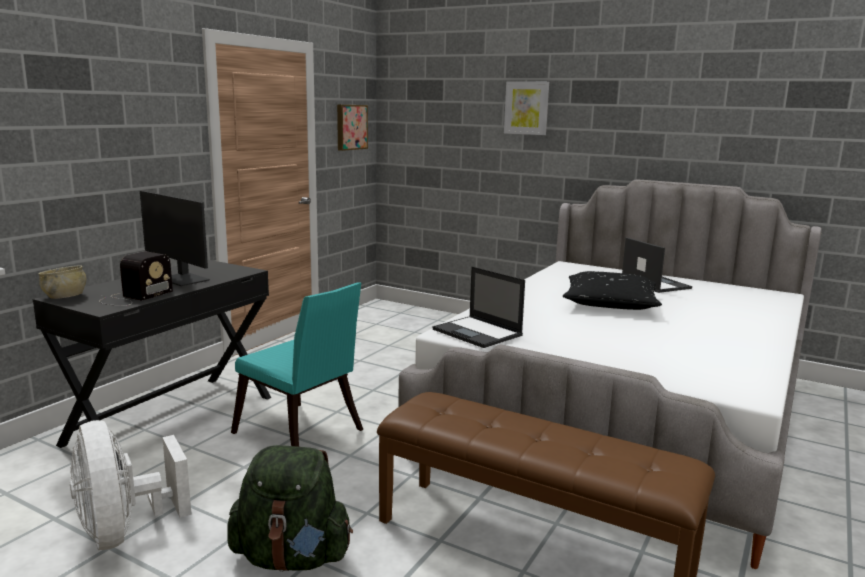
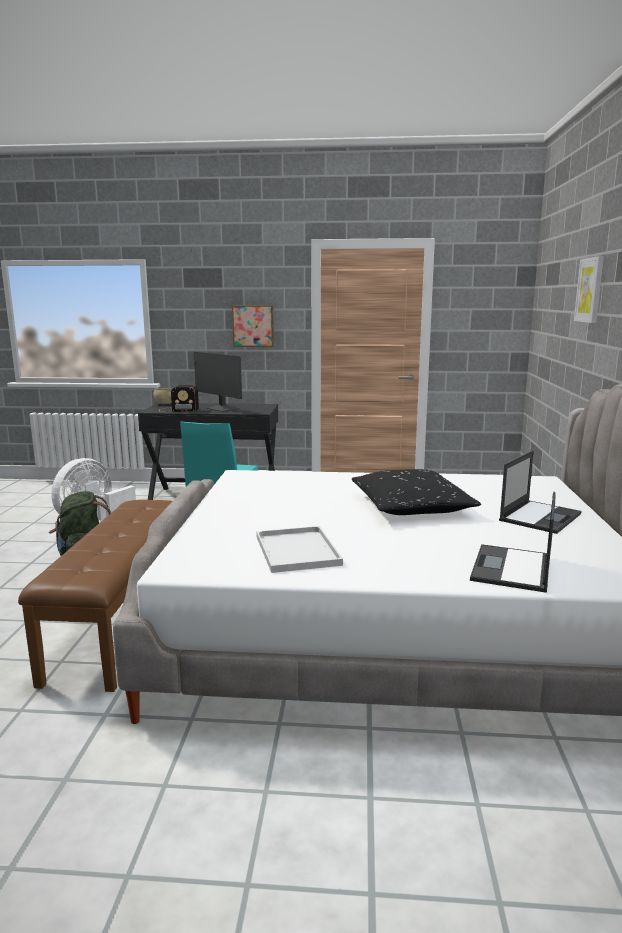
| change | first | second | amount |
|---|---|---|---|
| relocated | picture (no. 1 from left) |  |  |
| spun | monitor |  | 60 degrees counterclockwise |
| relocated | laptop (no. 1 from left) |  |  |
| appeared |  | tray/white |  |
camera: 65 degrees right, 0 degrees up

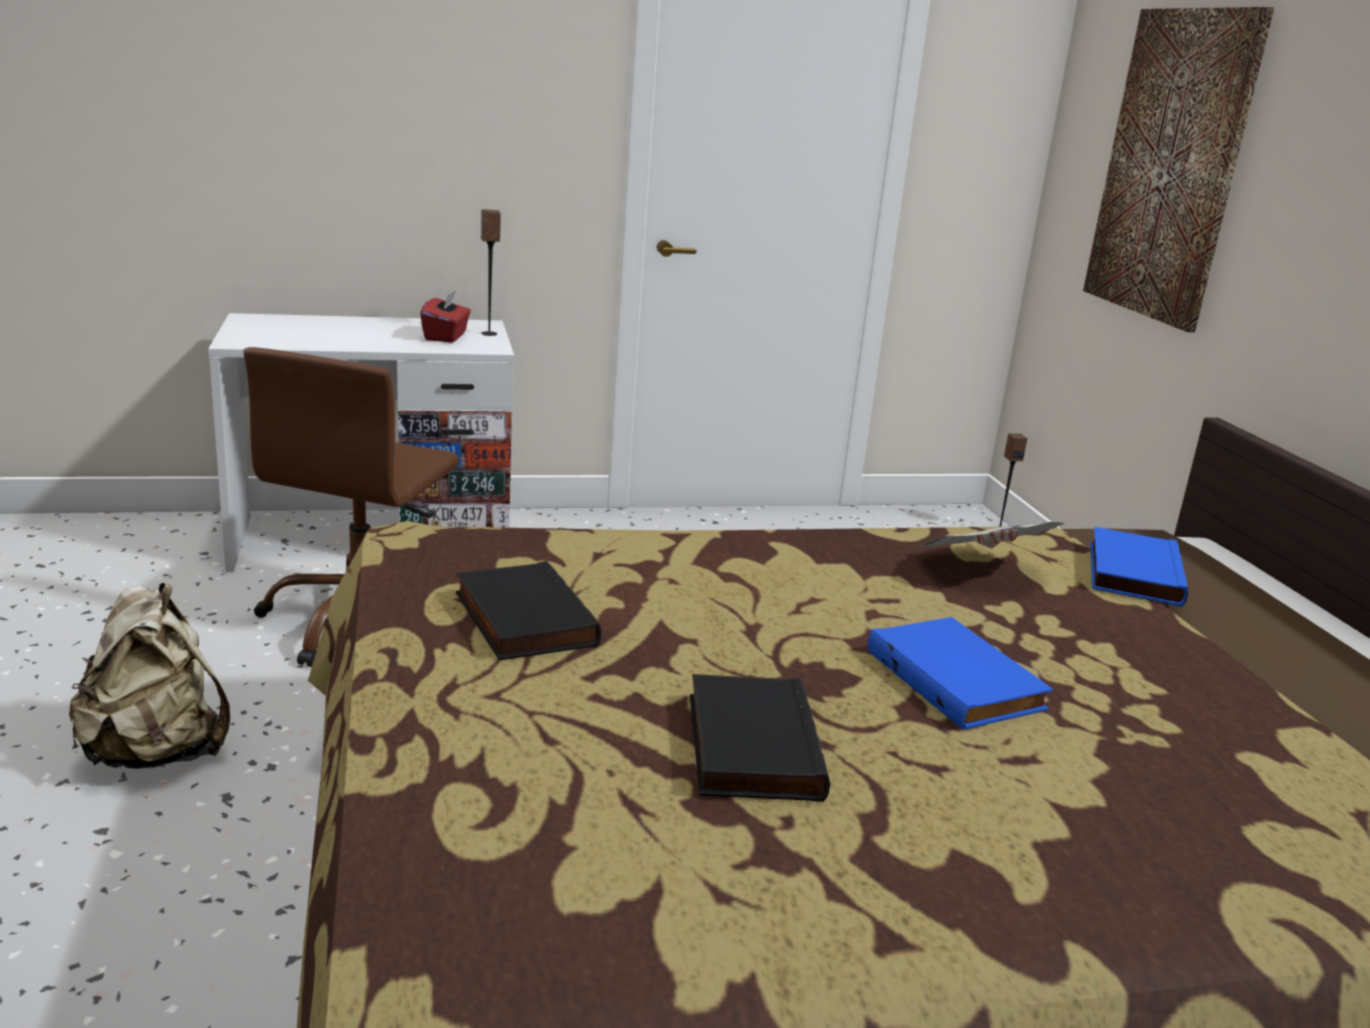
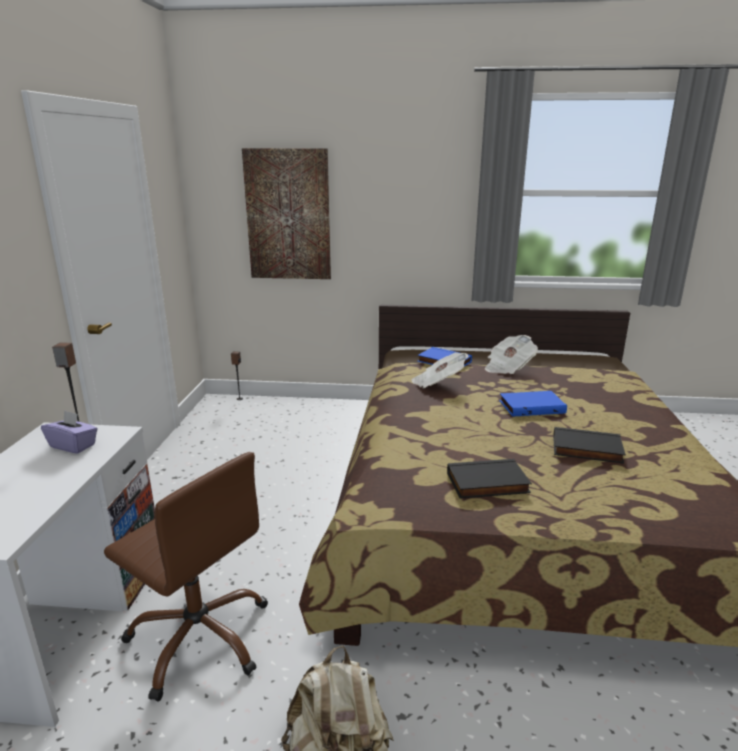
| change | first | second | amount |
|---|---|---|---|
| colour | tissue box/red | tissue box/purple |  |
| appeared |  | newspaper (no. 2 from left) |  |
camera: 70 degrees left, 0 degrees up

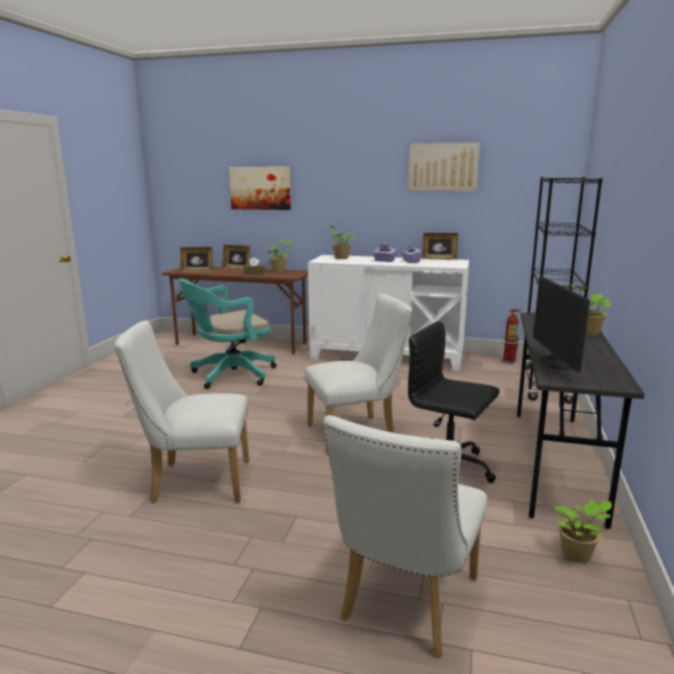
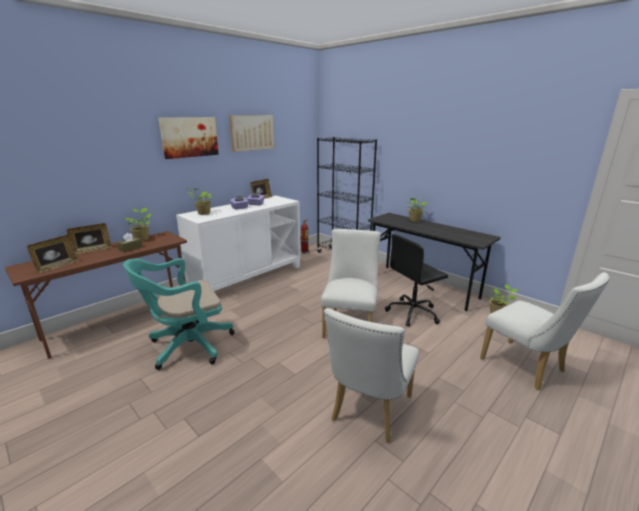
| change | first | second | amount |
|---|---|---|---|
| relocated | picture (no. 1 from left) |  |  |
| missing | monitor |  |  |
| spun | office chair/turquoise |  | 60 degrees clockwise |
camera: 60 degrees left, 5 degrees up

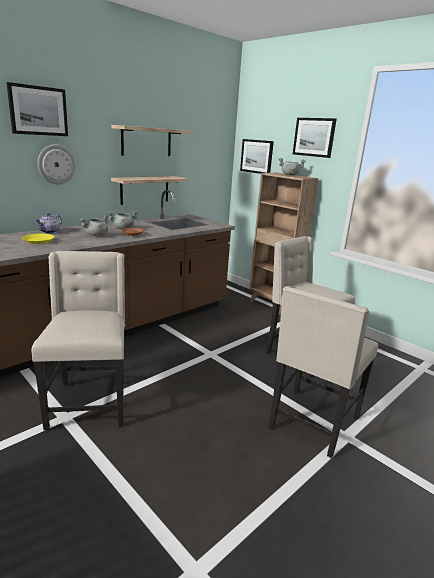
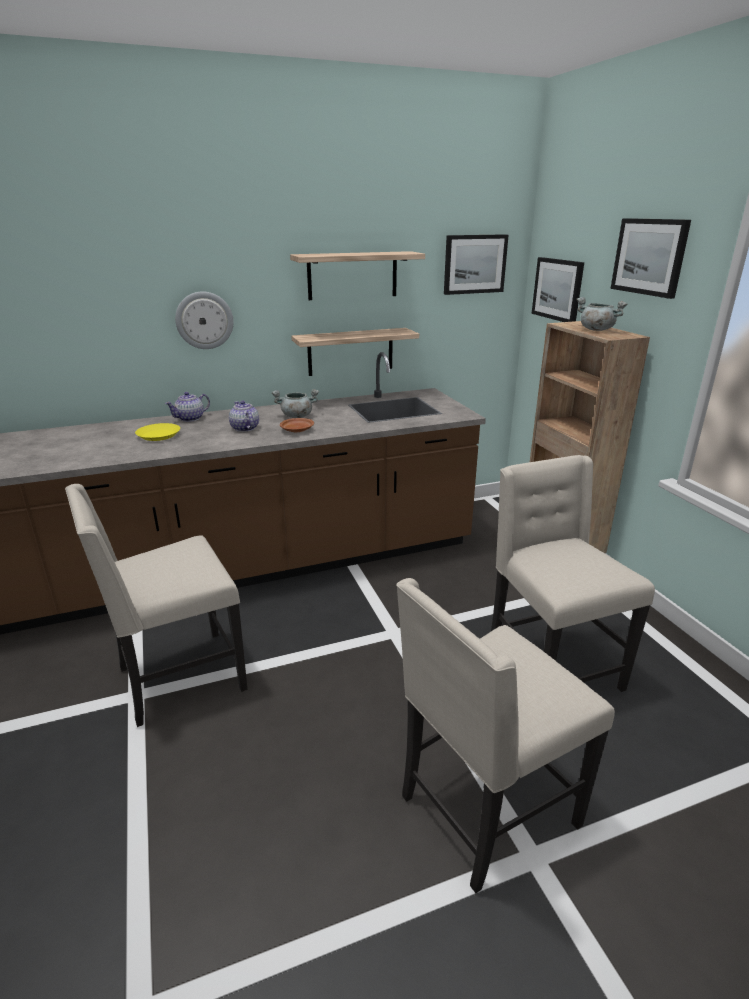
| change | first | second | amount |
|---|---|---|---|
| relocated | picture (no. 1 from left) |  |  |
| exchanged | cooking pot/grey (no. 1 from left) | teapot (no. 2 from left) |  |
| spun | chair/beige (no. 1 from left) |  | 135 degrees counterclockwise |
camera: 25 degrees right, 5 degrees up

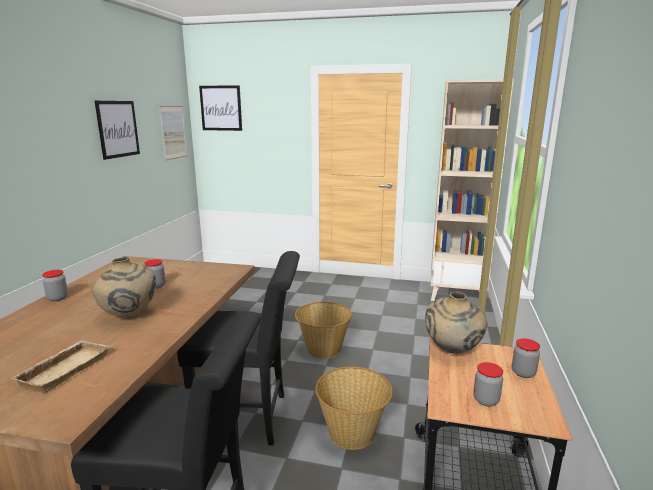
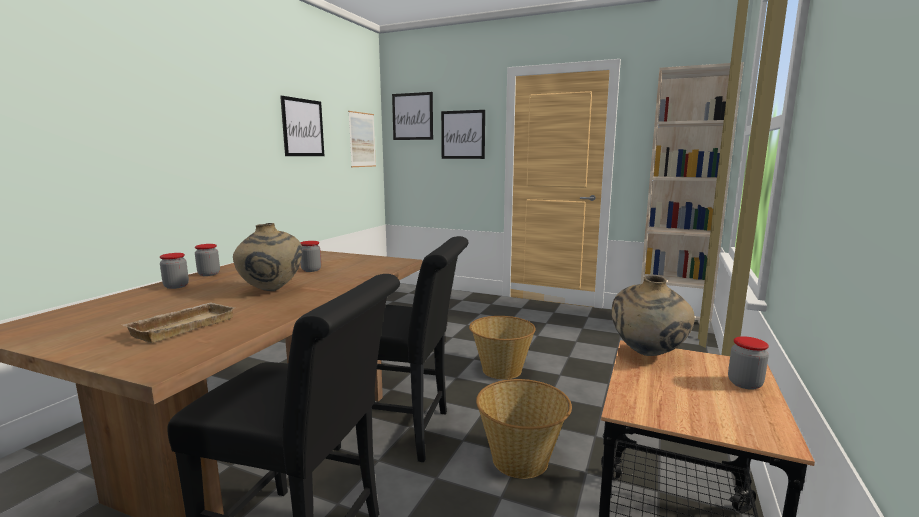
| change | first | second | amount |
|---|---|---|---|
| relocated | jar (no. 3 from left in the first image) | jar (no. 1 from left) |  |
| appeared |  | picture (no. 4 from left) |  |
camera: 10 degrees right, 5 degrees down

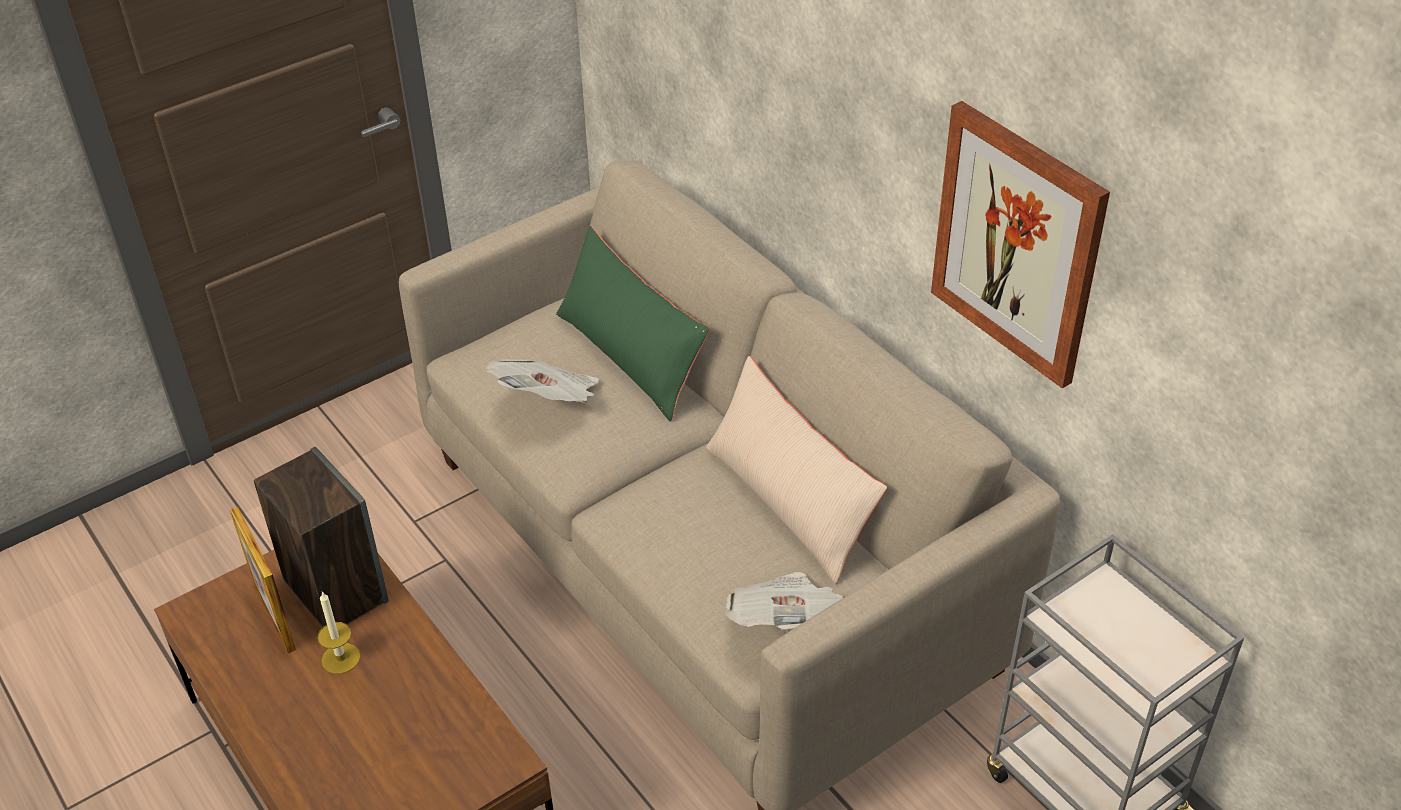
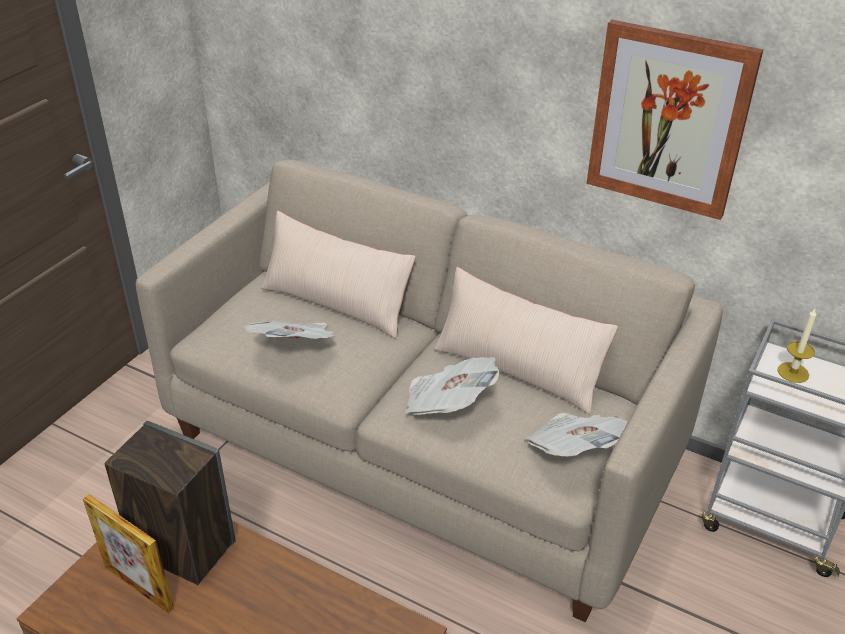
| change | first | second | amount |
|---|---|---|---|
| colour | pillow/green | pillow/beige (no. 1 from left) |  |
| relocated | candle |  |  |
| appeared |  | newspaper (no. 2 from left) |  |
camera: 25 degrees left, 5 degrees down

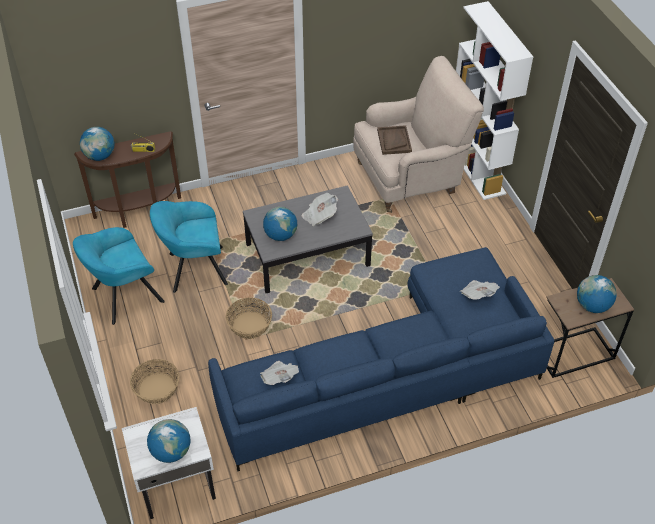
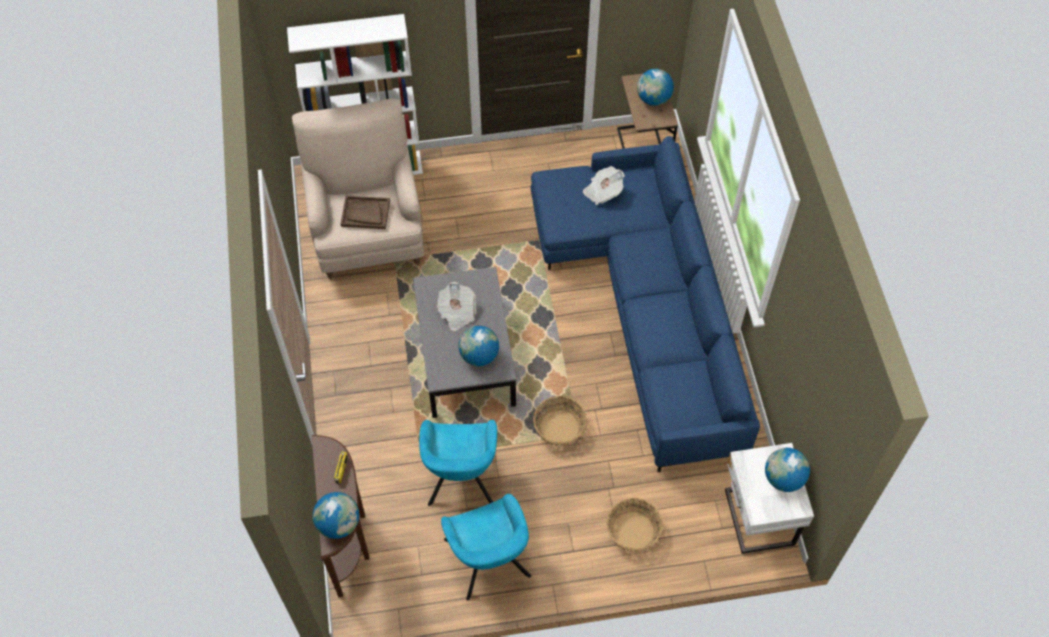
| change | first | second | amount |
|---|---|---|---|
| missing | newspaper (no. 1 from left) |  |  |
camera: 80 degrees left, 10 degrees up

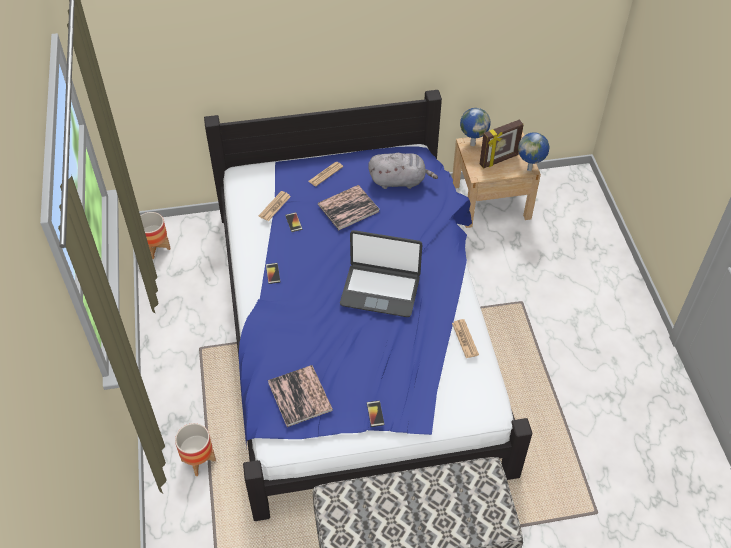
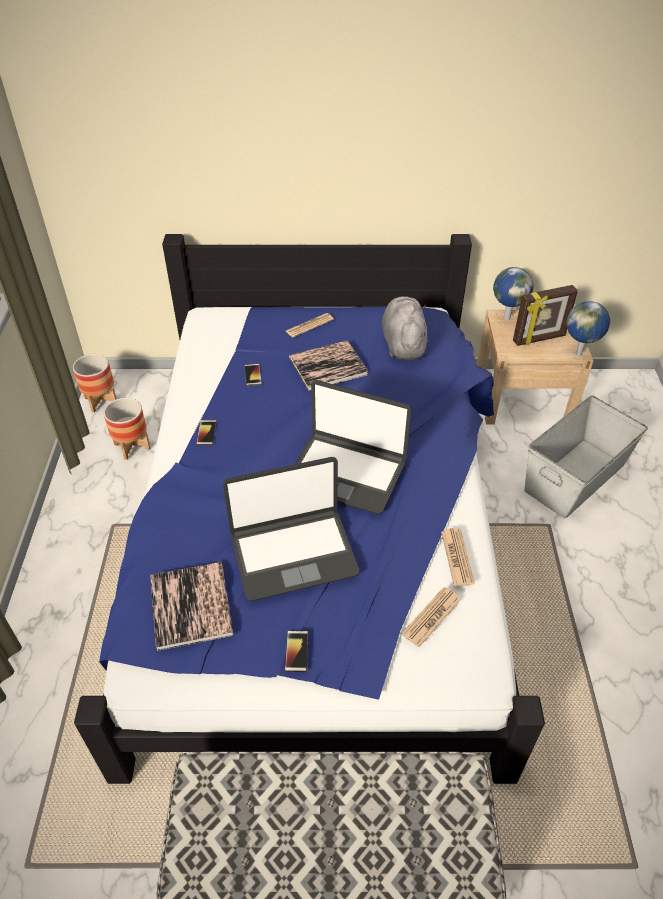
| change | first | second | amount |
|---|---|---|---|
| spun | plush toy/grey |  | 105 degrees counterclockwise |
| relocated | newspaper (no. 1 from left in the first image) | newspaper (no. 2 from left) |  |
| relocated | planter (no. 2 from left) |  |  |
| appeared |  | storage box/grey |  |
| appeared |  | laptop (no. 1 from left) |  |
camera: 10 degrees right, 5 degrees down

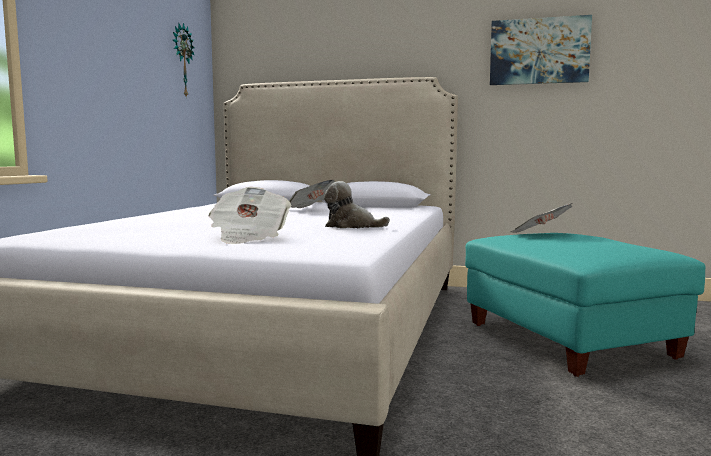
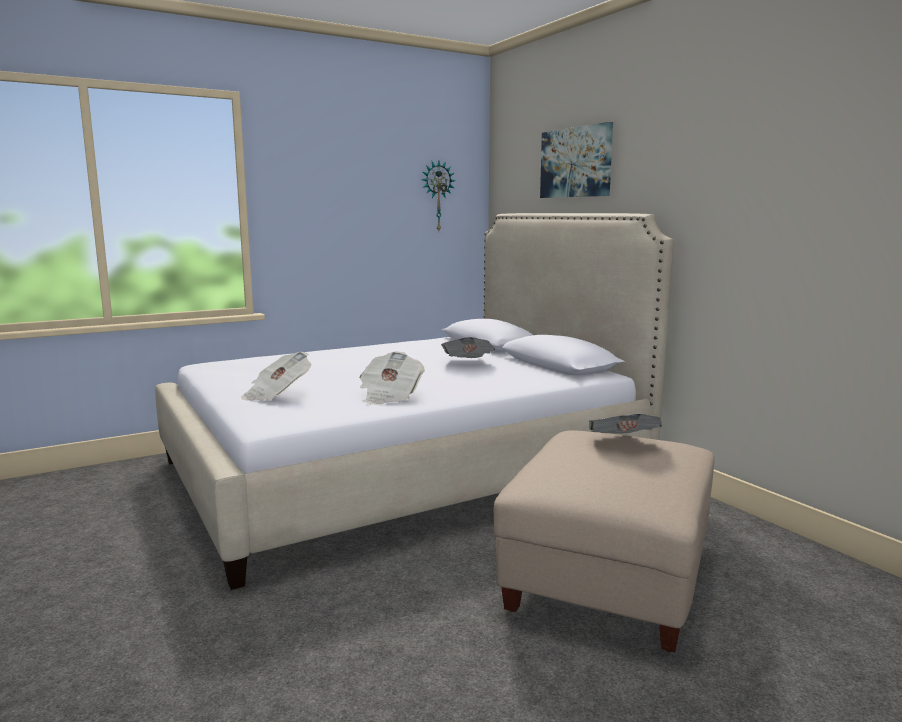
| change | first | second | amount |
|---|---|---|---|
| relocated | picture |  |  |
| exchanged | plush toy | newspaper (no. 2 from left) |  |
| colour | ottoman/turquoise | ottoman/beige |  |
camera: 45 degrees right, 5 degrees up

